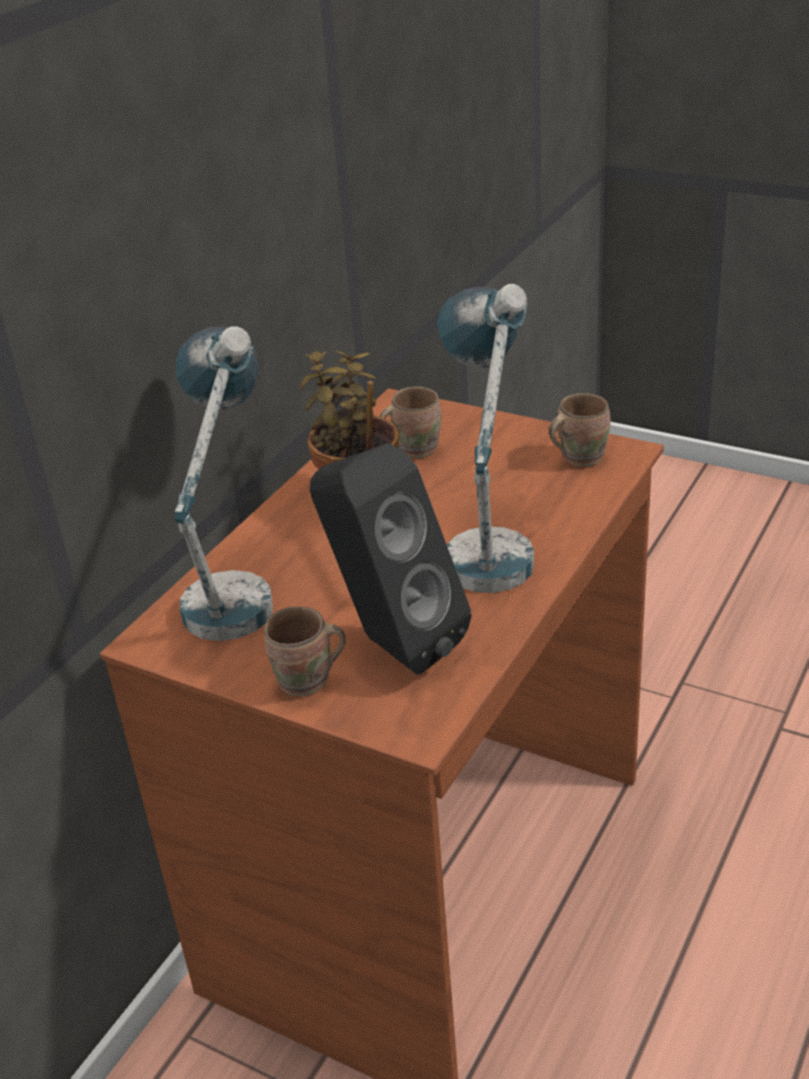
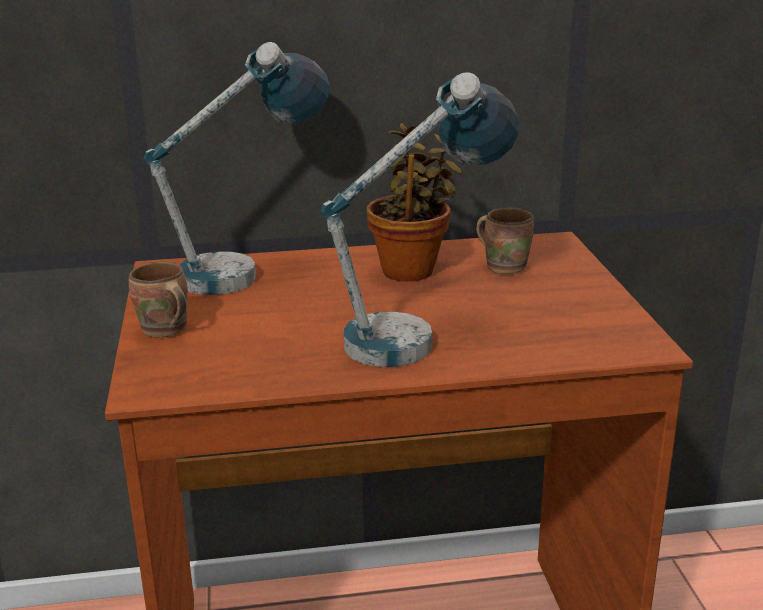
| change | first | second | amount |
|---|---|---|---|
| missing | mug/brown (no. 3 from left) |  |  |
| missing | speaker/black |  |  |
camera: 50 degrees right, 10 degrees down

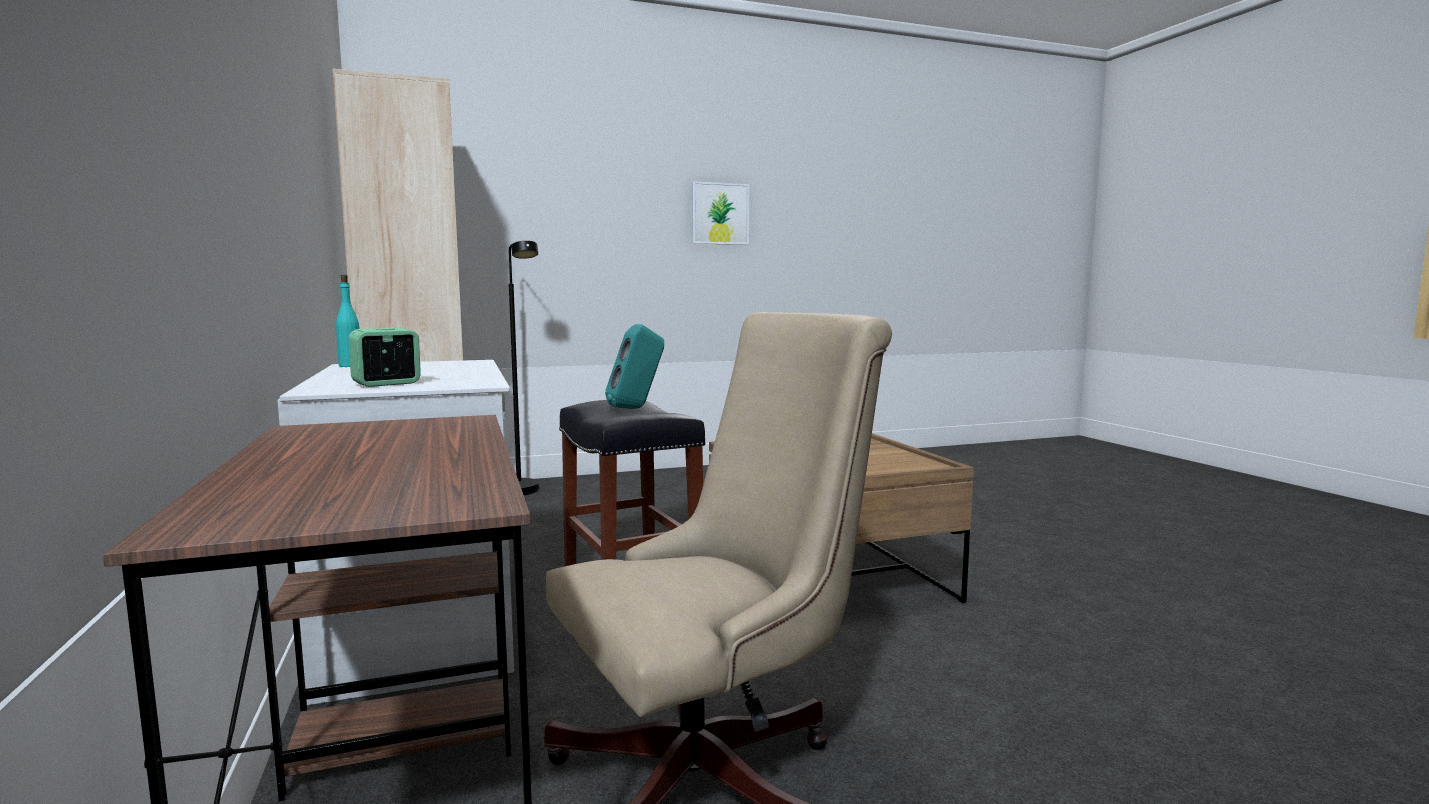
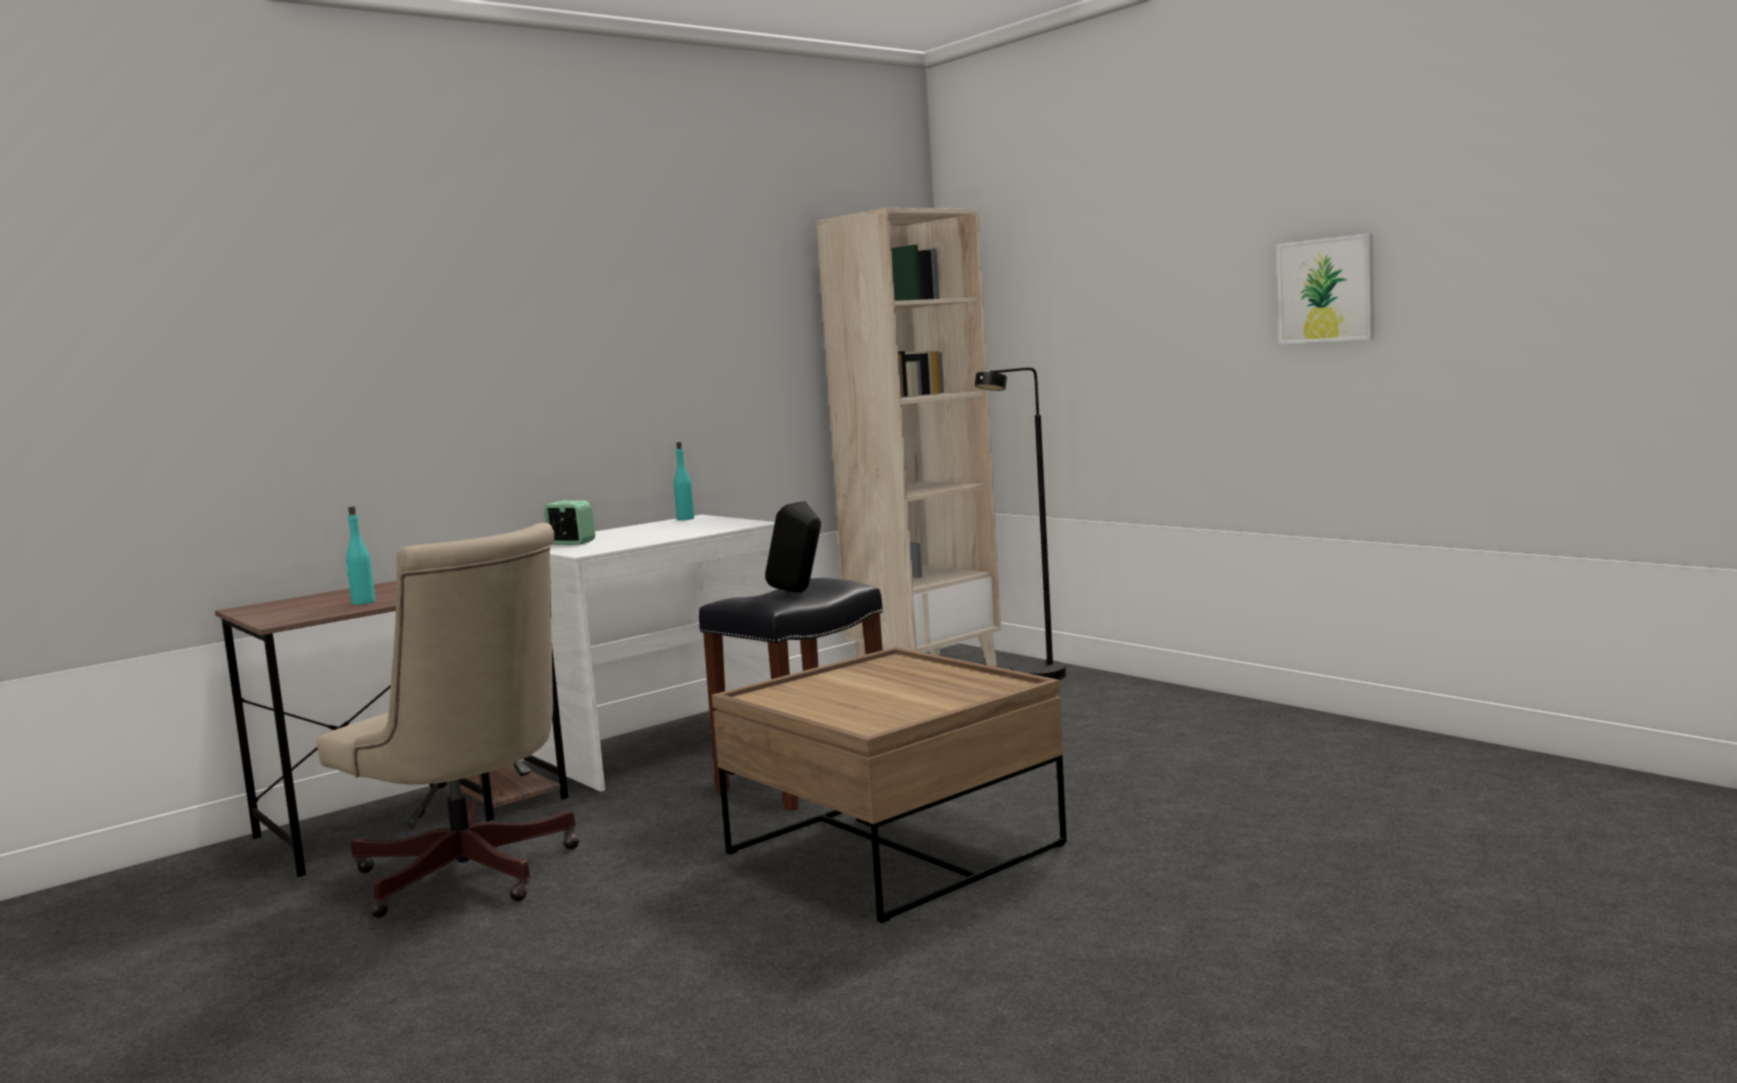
| change | first | second | amount |
|---|---|---|---|
| colour | speaker/turquoise | speaker/black |  |
| appeared |  | bottle/turquoise (no. 1 from left) |  |
camera: 70 degrees right, 0 degrees up

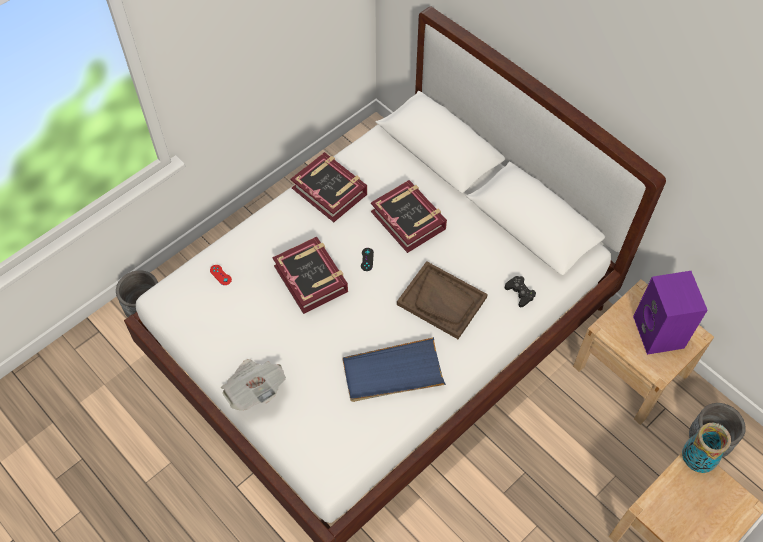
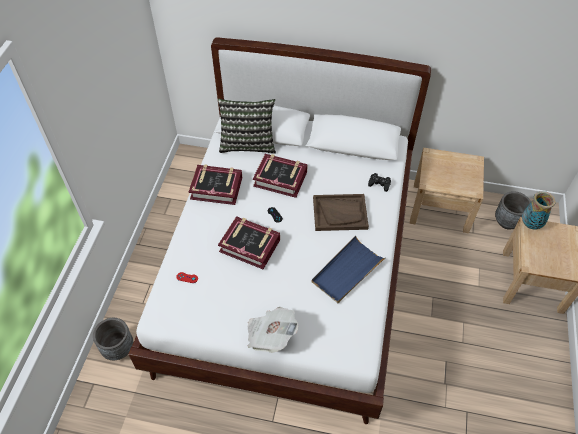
| change | first | second | amount |
|---|---|---|---|
| missing | speaker/purple |  |  |
| appeared |  | pillow |  |
camera: 35 degrees left, 5 degrees down

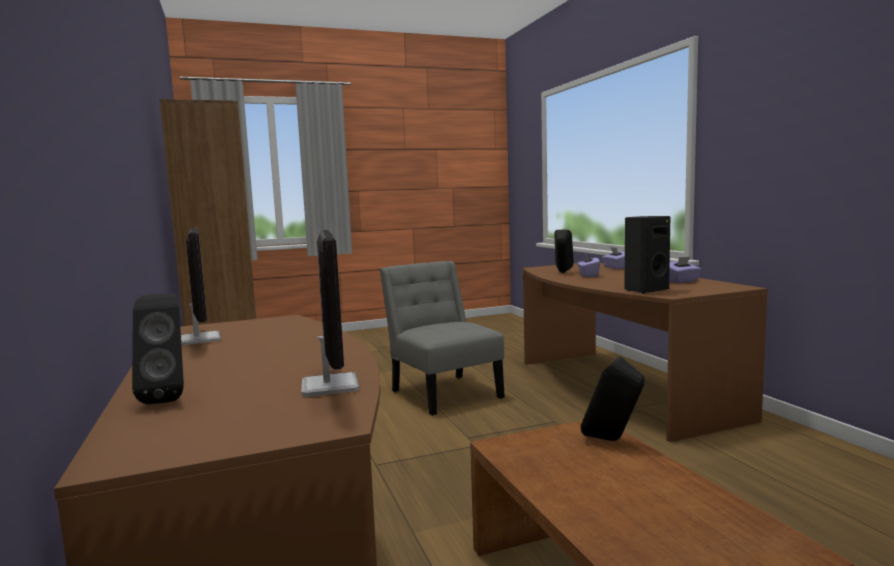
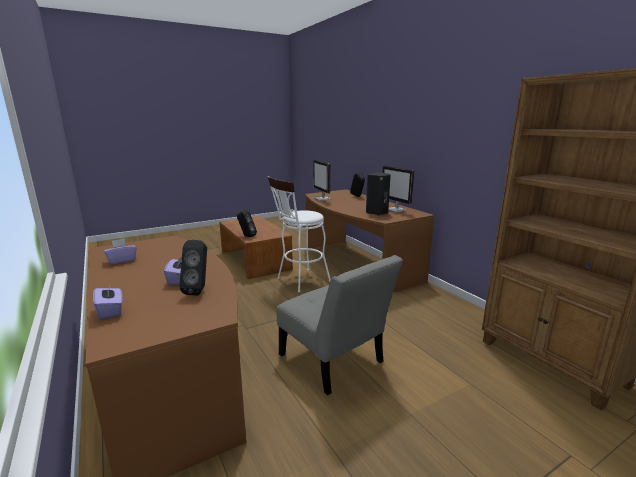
| change | first | second | amount |
|---|---|---|---|
| relocated | speaker/black (no. 4 from left) |  |  |
| appeared |  | stool/white |  |
camera: 170 degrees right, 10 degrees up

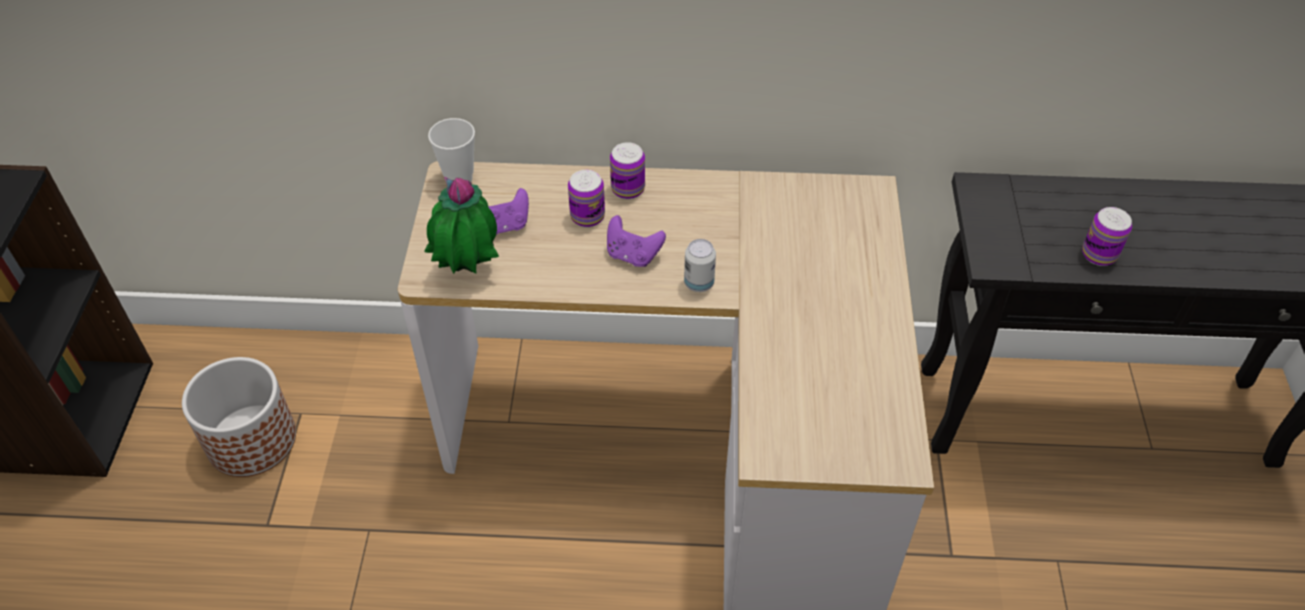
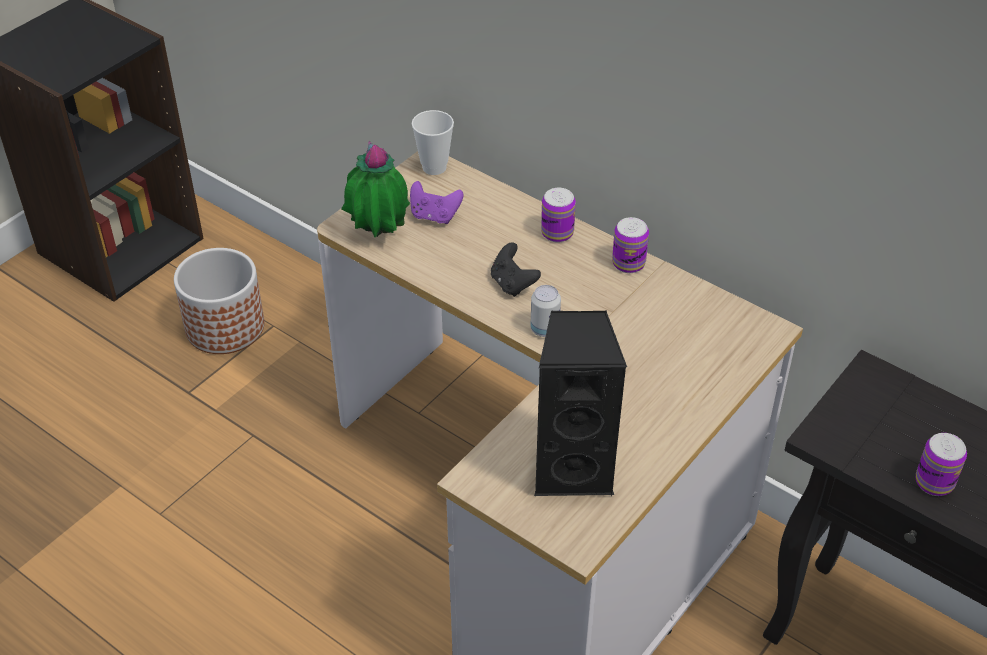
| change | first | second | amount |
|---|---|---|---|
| relocated | can (no. 1 from left in the first image) | can (no. 3 from left) |  |
| colour | game controller/purple (no. 2 from left) | game controller/black |  |
| appeared |  | speaker/black |  |
camera: 35 degrees right, 5 degrees down

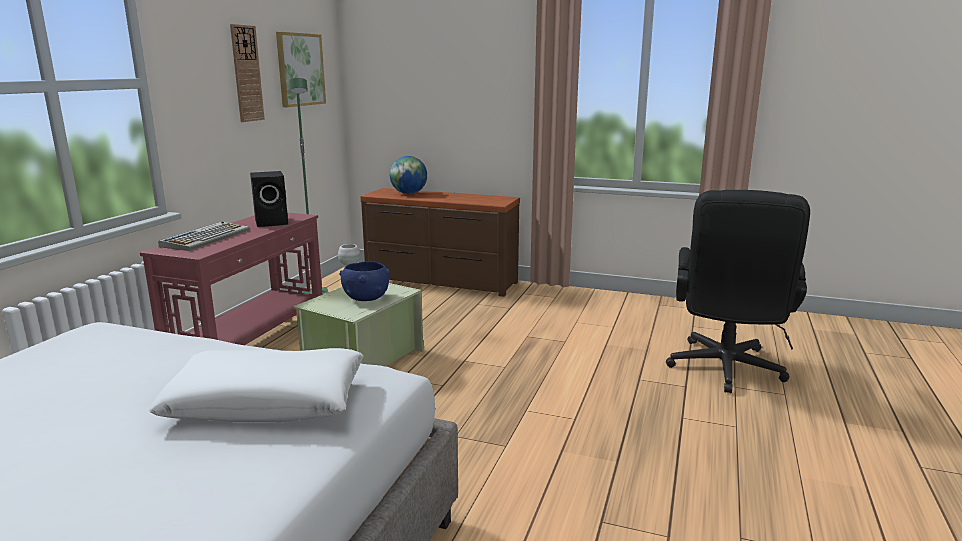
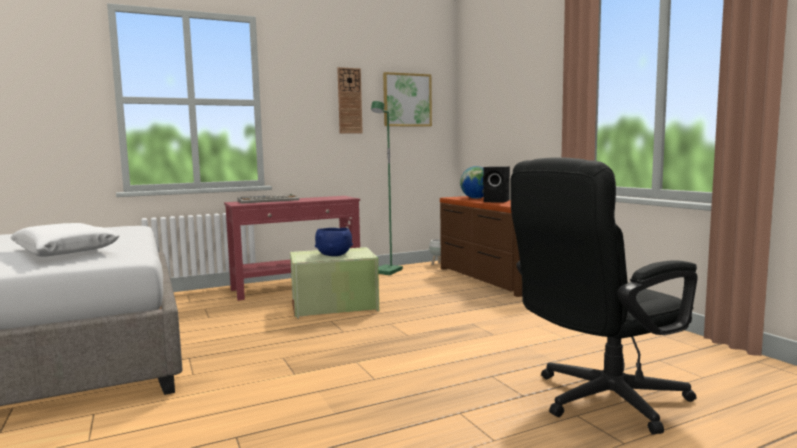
| change | first | second | amount |
|---|---|---|---|
| relocated | speaker/black |  |  |
camera: 45 degrees right, 10 degrees down

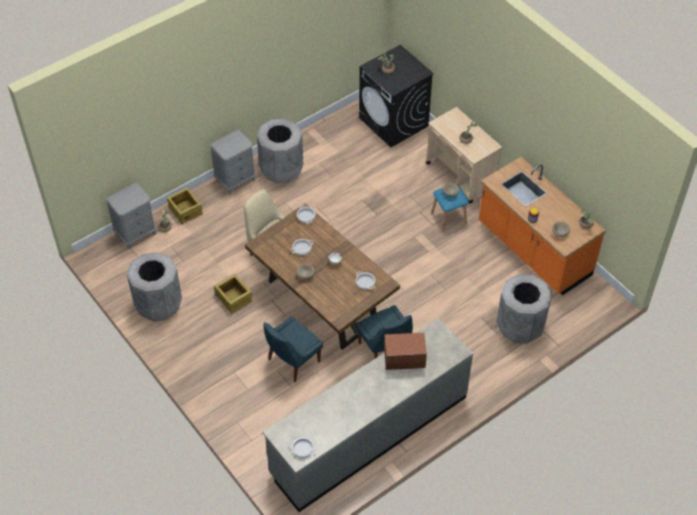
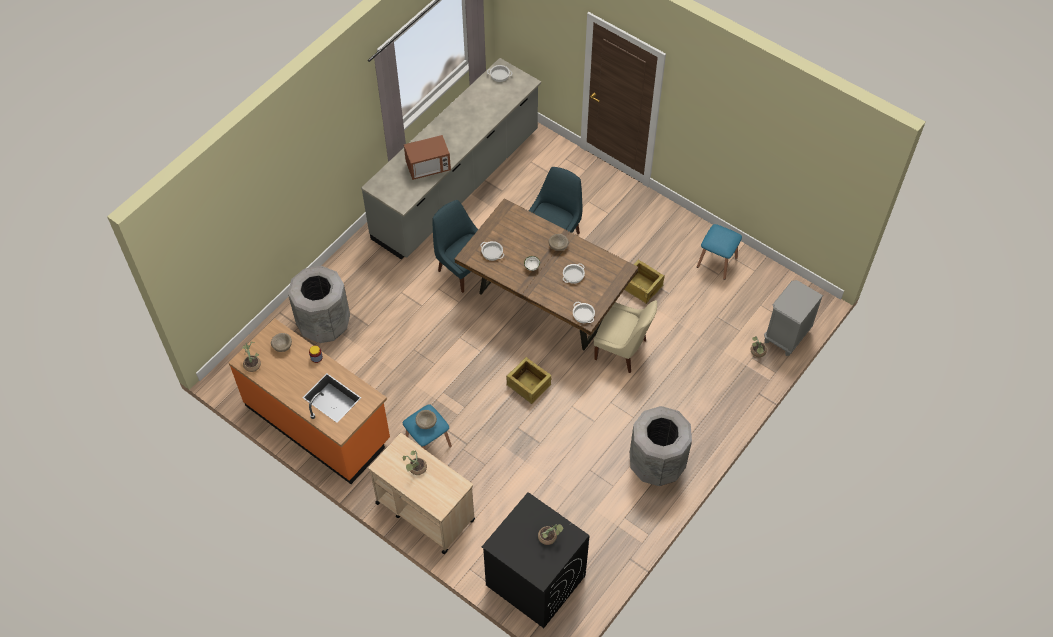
| change | first | second | amount |
|---|---|---|---|
| missing | nightstand/grey (no. 2 from left) |  |  |
| relocated | crate (no. 1 from left) |  |  |
| exchanged | trash can/grey (no. 1 from left) | stool/blue (no. 2 from left) |  |
camera: 165 degrees right, 5 degrees up

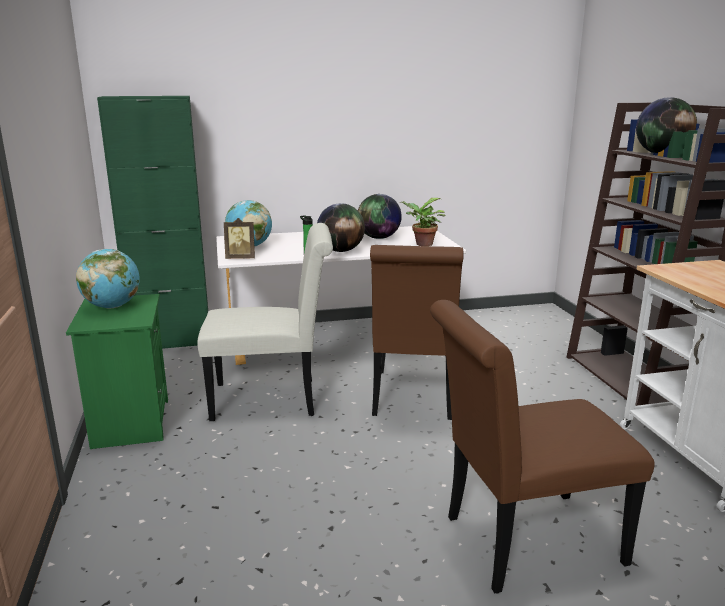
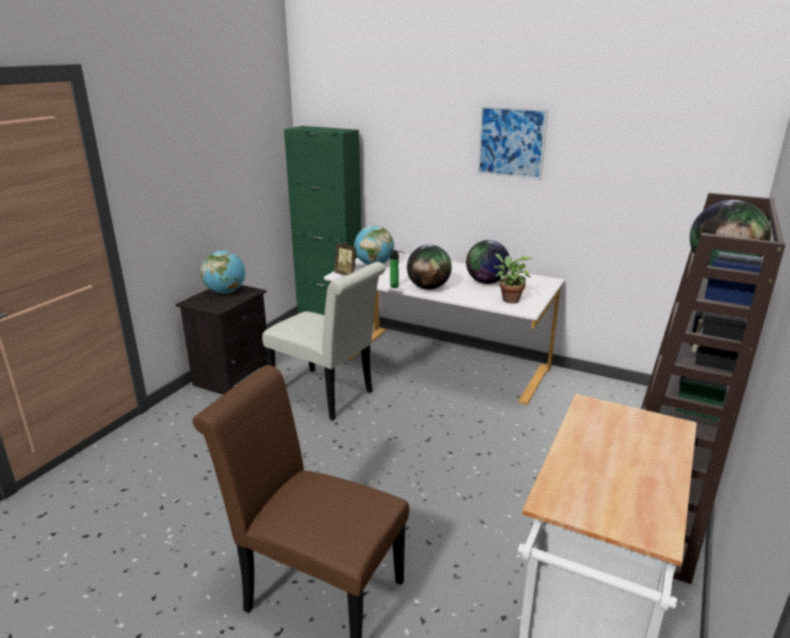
| change | first | second | amount |
|---|---|---|---|
| missing | chair/brown (no. 1 from left) |  |  |
| colour | nightstand/green | nightstand/black |  |
| appeared |  | picture |  |
camera: 40 degrees right, 5 degrees up

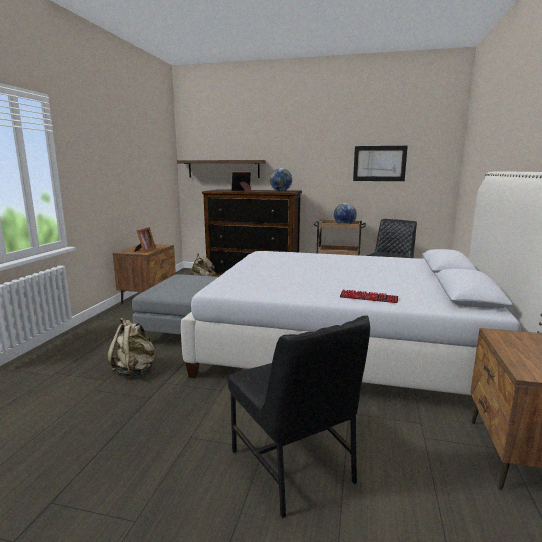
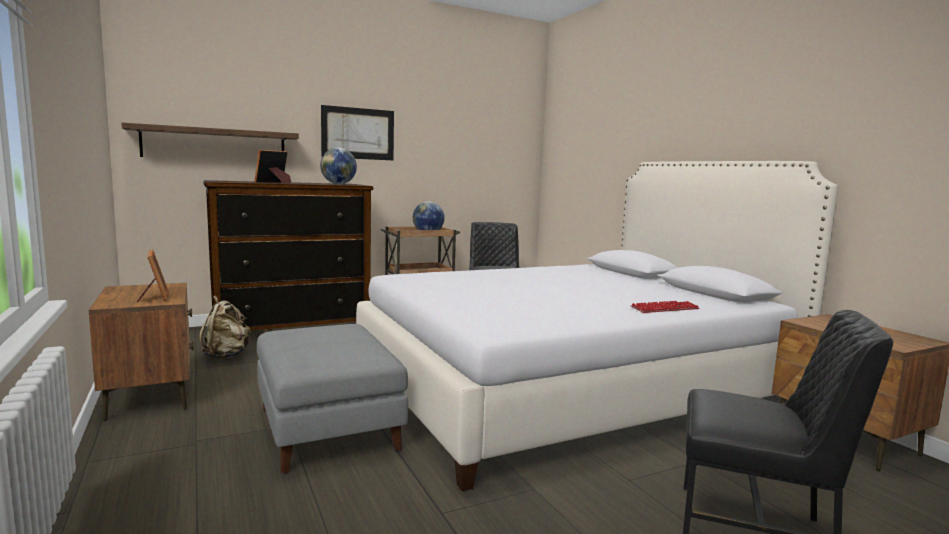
| change | first | second | amount |
|---|---|---|---|
| relocated | picture |  |  |
| missing | backpack/beige (no. 1 from left) |  |  |
camera: 40 degrees left, 5 degrees down

